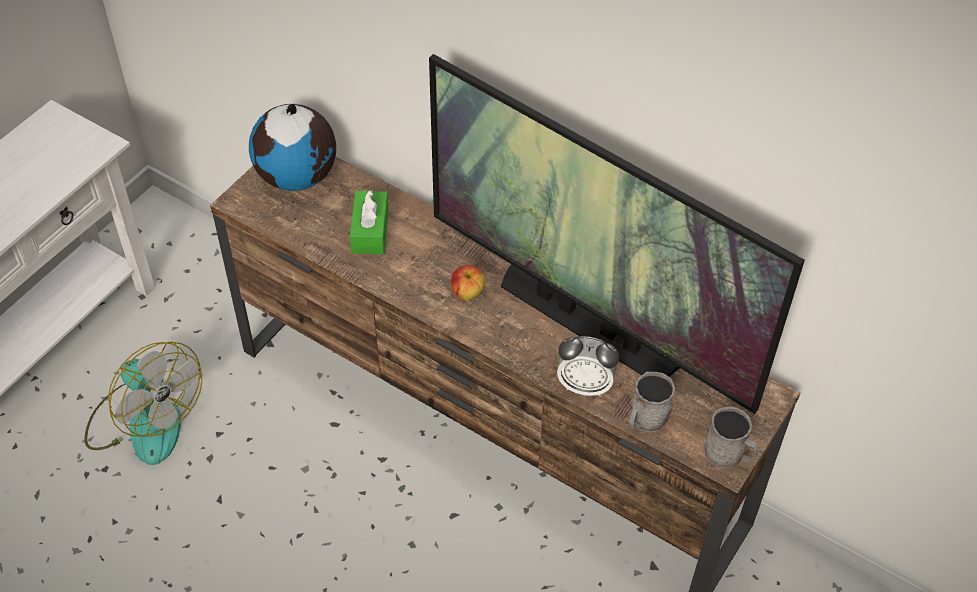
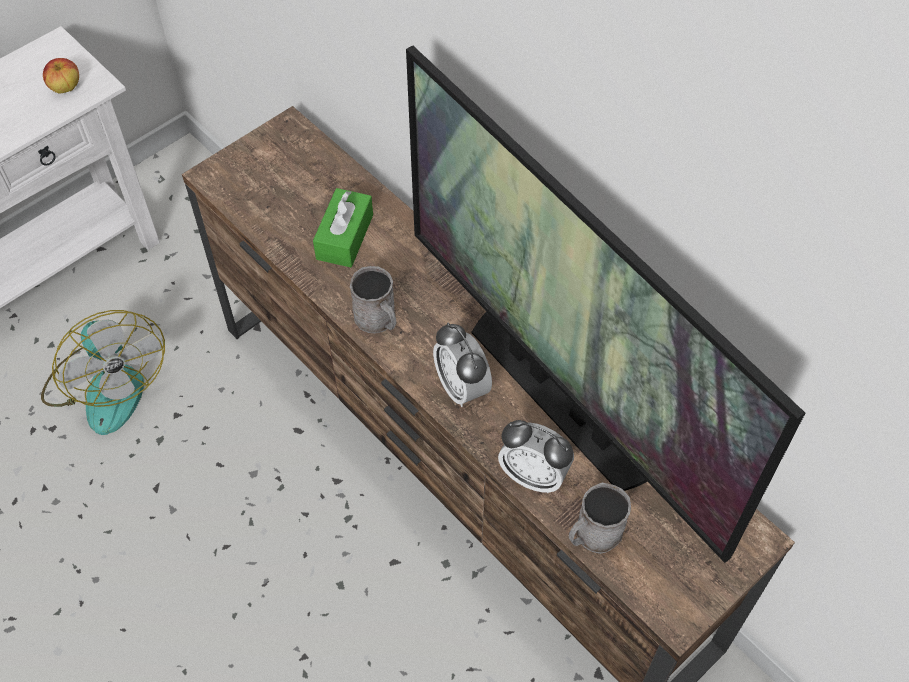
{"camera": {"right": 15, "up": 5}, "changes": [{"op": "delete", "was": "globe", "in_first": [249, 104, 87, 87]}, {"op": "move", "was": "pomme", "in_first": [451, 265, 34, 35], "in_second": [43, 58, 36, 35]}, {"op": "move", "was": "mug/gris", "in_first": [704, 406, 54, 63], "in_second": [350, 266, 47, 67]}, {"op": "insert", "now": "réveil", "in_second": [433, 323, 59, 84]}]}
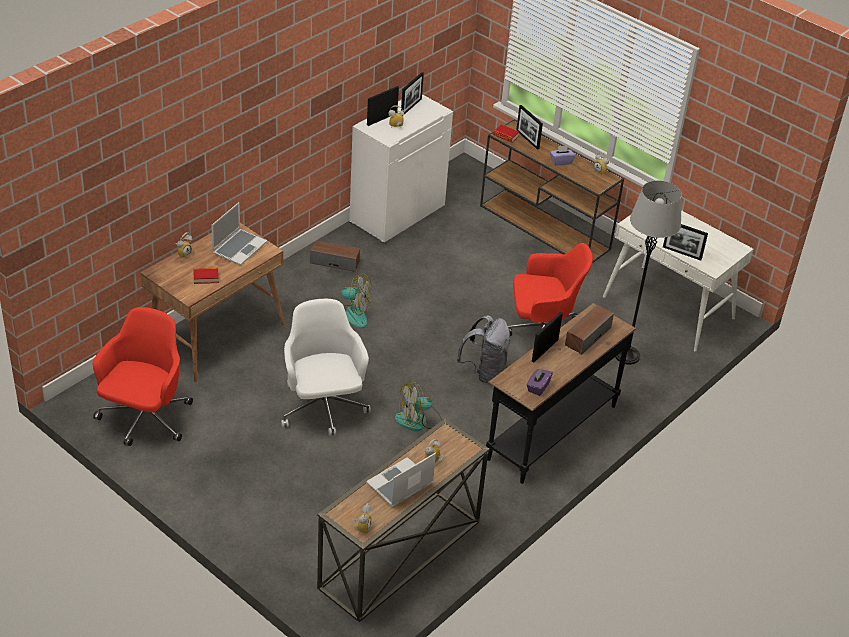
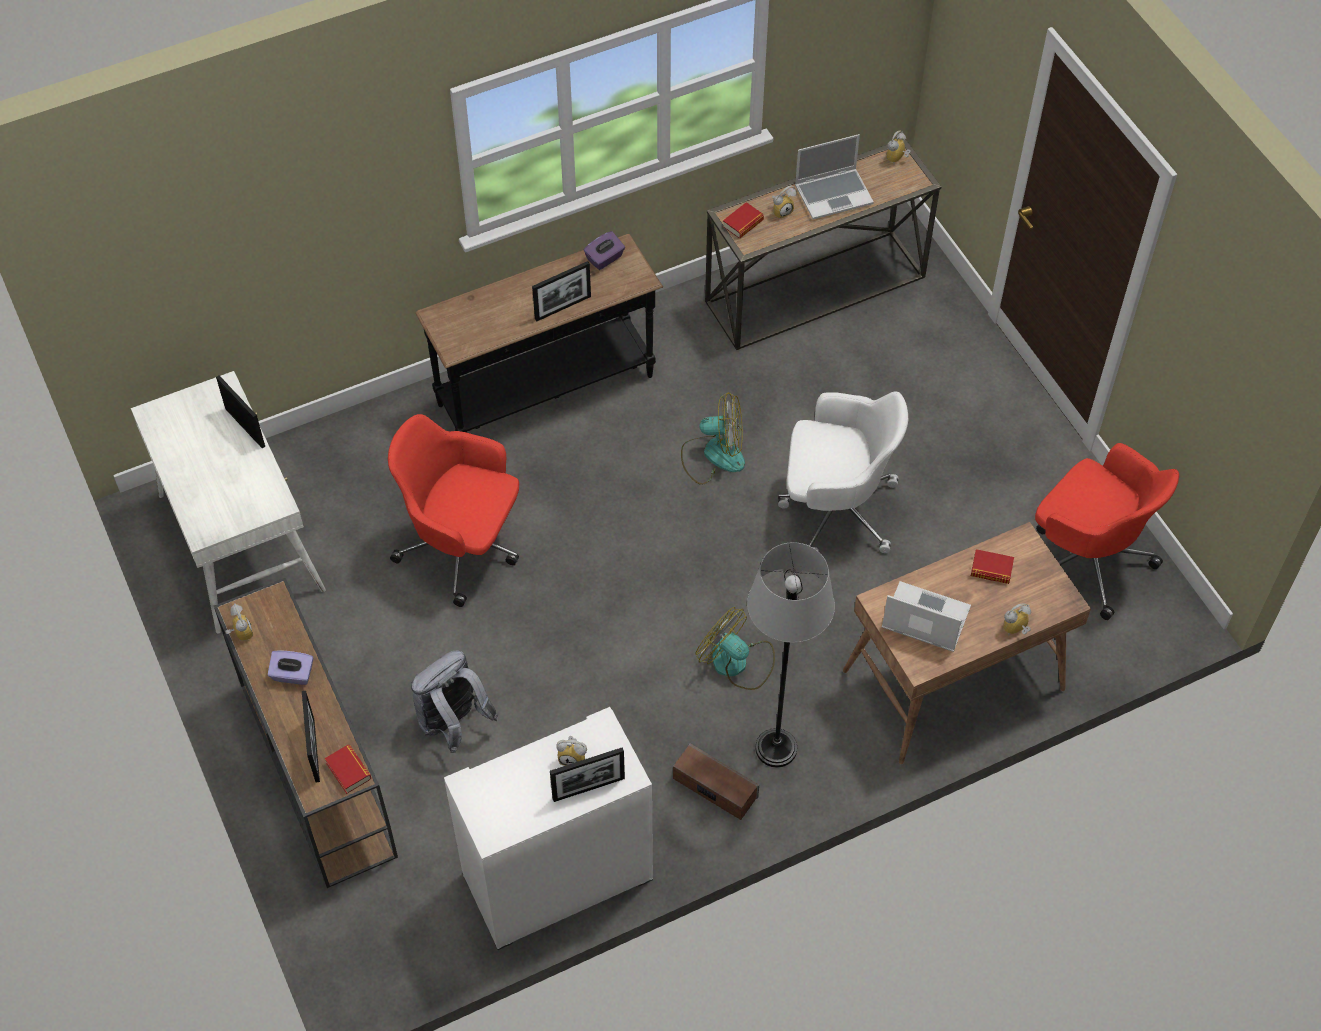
{"camera": {"right": -155, "up": 15}, "changes": [{"op": "delete", "was": "cadre photo", "in_first": [401, 72, 23, 44]}, {"op": "move", "was": "lampadaire/gris", "in_first": [615, 180, 67, 185], "in_second": [747, 542, 88, 226]}, {"op": "rotate", "was": "ordinateur portable", "in_first": [211, 202, 56, 64], "in_second": [882, 581, 89, 71], "clockwise": 60}, {"op": "rotate", "was": "chaise de bureau/blanc", "in_first": [281, 299, 90, 137], "in_second": [778, 391, 130, 162], "clockwise": -90}, {"op": "delete", "was": "enceinte", "in_first": [565, 305, 49, 50]}, {"op": "rotate", "was": "chaise de bureau/rouge", "in_first": [93, 307, 100, 139], "in_second": [1035, 443, 144, 177], "clockwise": -90}, {"op": "move", "was": "sac à dos/gris", "in_first": [456, 315, 55, 68], "in_second": [411, 651, 88, 102]}, {"op": "insert", "now": "livre", "in_second": [723, 202, 41, 36]}]}
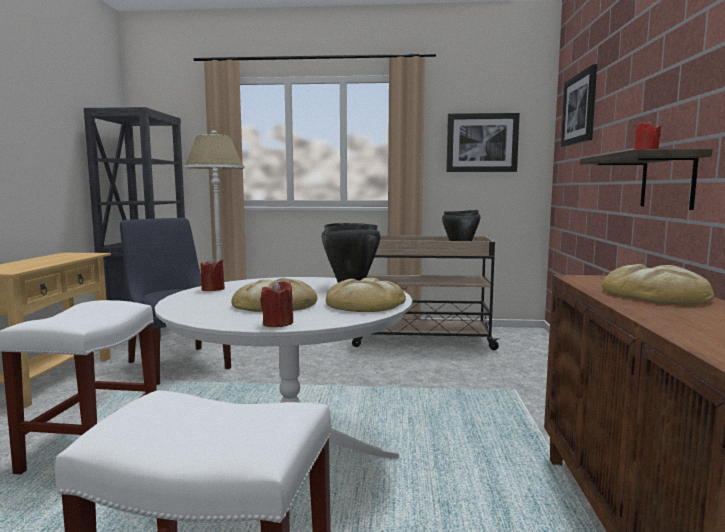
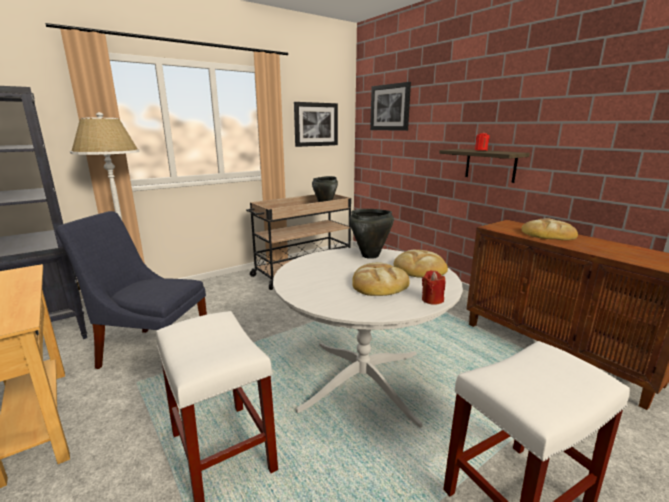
{"camera": {"right": -40, "up": 10}, "changes": [{"op": "delete", "was": "bougie/rouge", "in_first": [201, 257, 24, 34]}]}
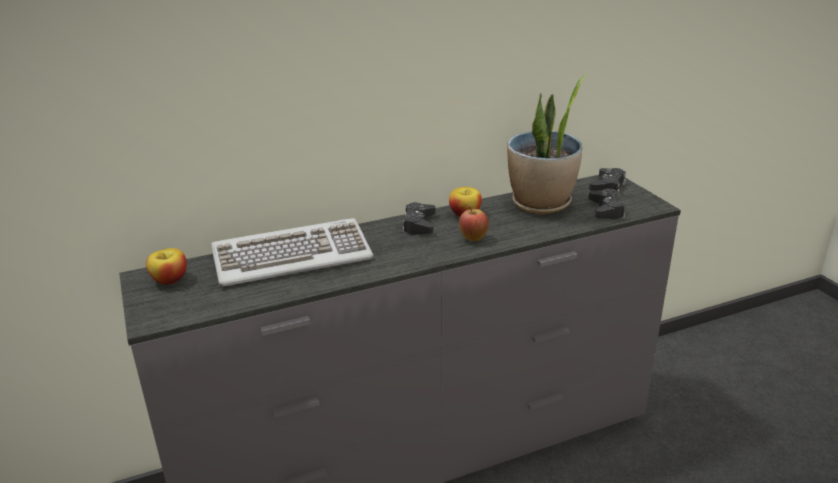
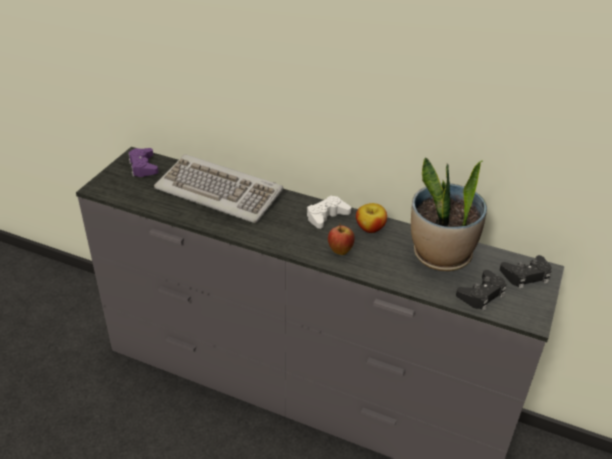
{"camera": {"right": 45, "up": 10}, "changes": [{"op": "recolor", "was": "manette/noir", "now": "manette/blanc", "in_first": [402, 202, 34, 32], "in_second": [307, 196, 44, 33]}, {"op": "replace", "was": "pomme", "now": "manette/violet", "in_first": [146, 248, 41, 37], "in_second": [128, 148, 30, 29]}]}
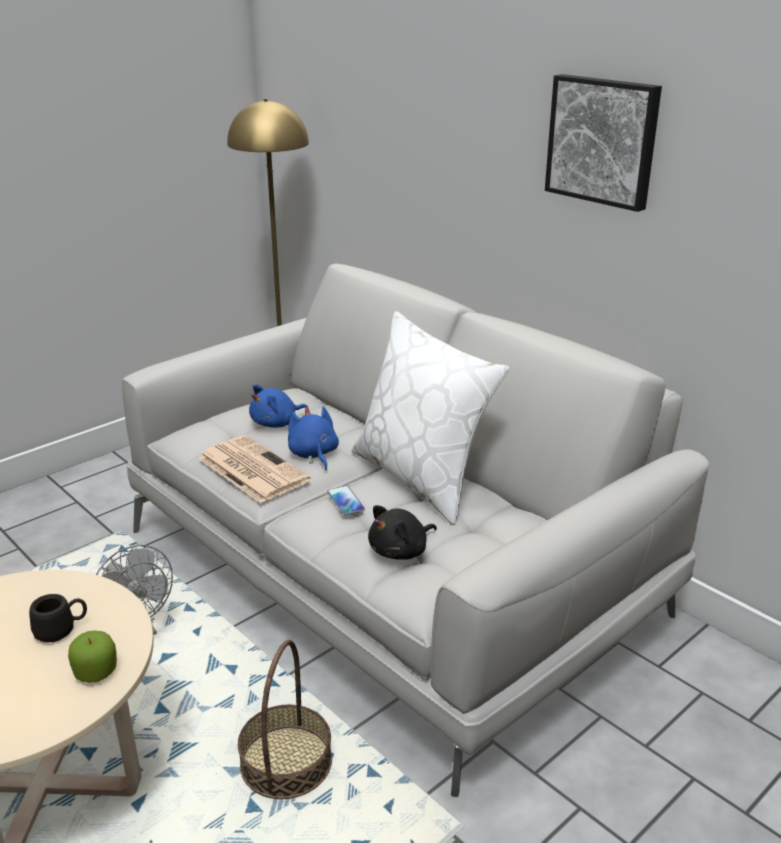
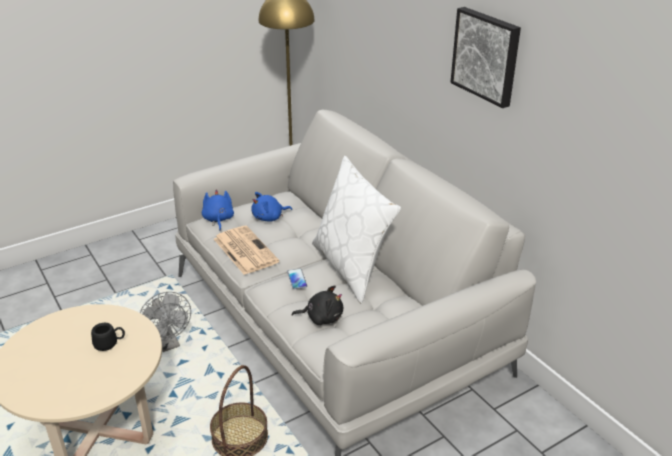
{"camera": {"right": 10, "up": 5}, "changes": [{"op": "move", "was": "peluche/bleu", "in_first": [288, 407, 51, 63], "in_second": [202, 190, 32, 41]}, {"op": "rotate", "was": "peluche/noir", "in_first": [368, 505, 69, 55], "in_second": [292, 285, 51, 40], "clockwise": -150}, {"op": "delete", "was": "pomme", "in_first": [68, 630, 49, 53]}]}
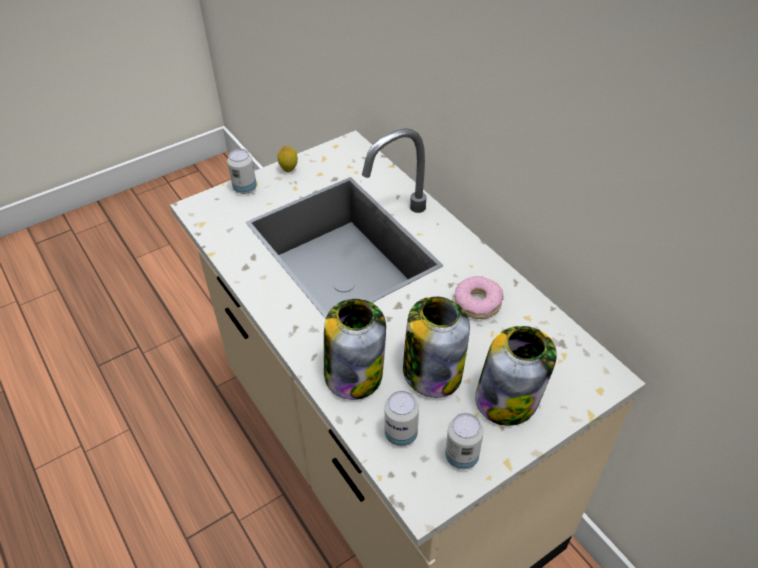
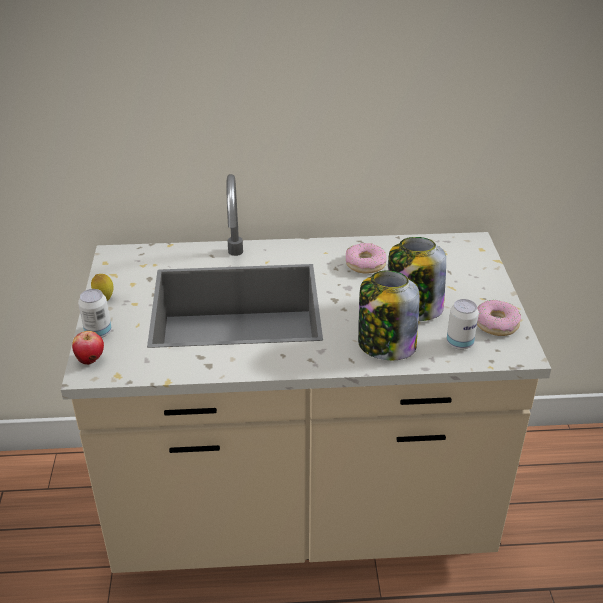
{"camera": {"right": -60, "up": -10}, "changes": [{"op": "delete", "was": "bocal", "in_first": [475, 326, 82, 100]}, {"op": "replace", "was": "boîte métallique", "now": "beignet", "in_first": [445, 413, 39, 56], "in_second": [477, 300, 44, 36]}, {"op": "insert", "now": "pomme", "in_second": [72, 331, 32, 34]}]}
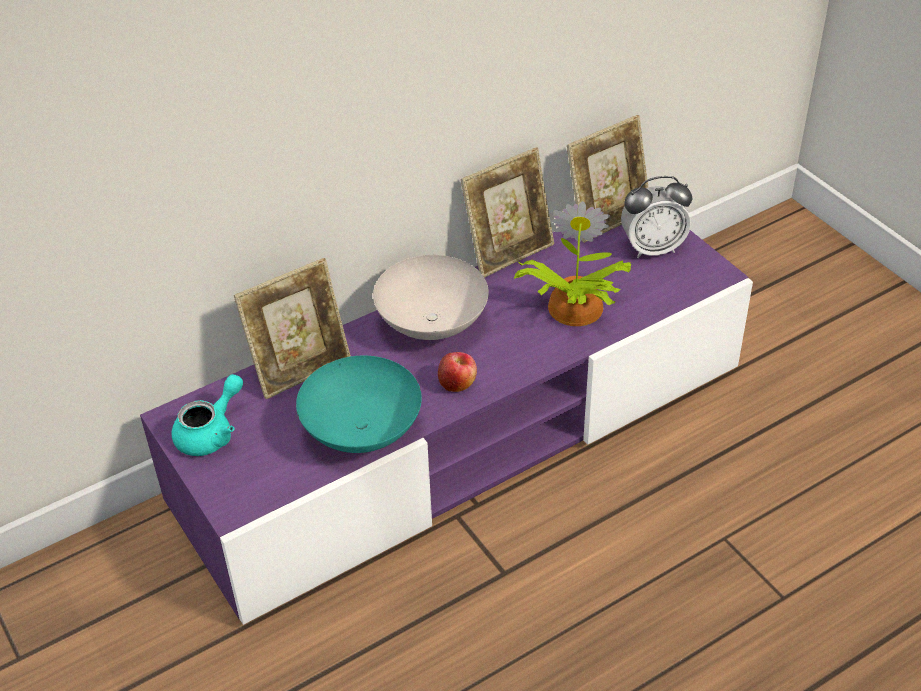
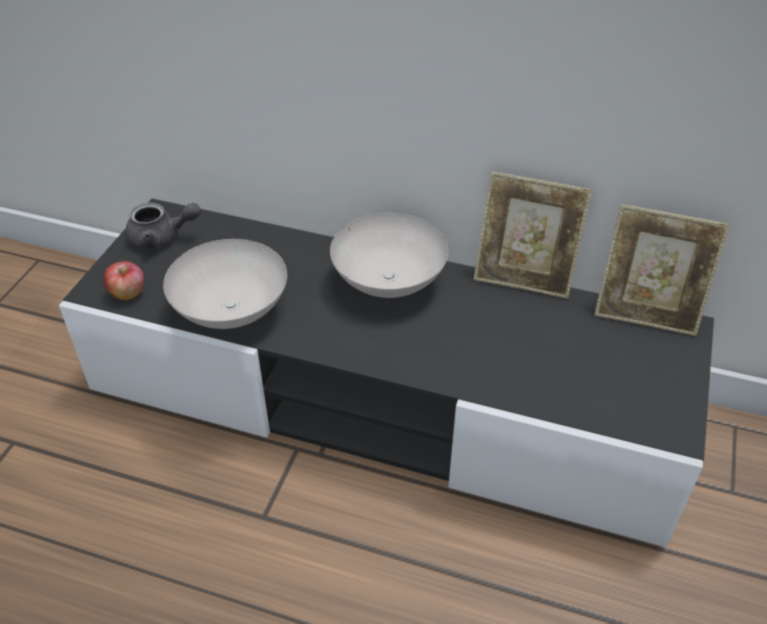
{"camera": {"right": 50, "up": 0}, "changes": [{"op": "delete", "was": "réveil", "in_first": [621, 176, 71, 82]}, {"op": "delete", "was": "plante en pot", "in_first": [514, 201, 117, 125]}, {"op": "recolor", "was": "meuble télé/violet", "now": "meuble télé/noir", "in_first": [140, 225, 613, 400], "in_second": [59, 199, 655, 348]}, {"op": "delete", "was": "cadre photo", "in_first": [234, 258, 117, 141]}, {"op": "move", "was": "pomme", "in_first": [438, 352, 39, 40], "in_second": [103, 261, 41, 39]}, {"op": "recolor", "was": "bol/turquoise", "now": "bol/blanc", "in_first": [296, 356, 126, 97], "in_second": [163, 239, 124, 90]}, {"op": "recolor", "was": "théière/turquoise", "now": "théière/gris", "in_first": [172, 374, 71, 82], "in_second": [125, 202, 76, 48]}]}
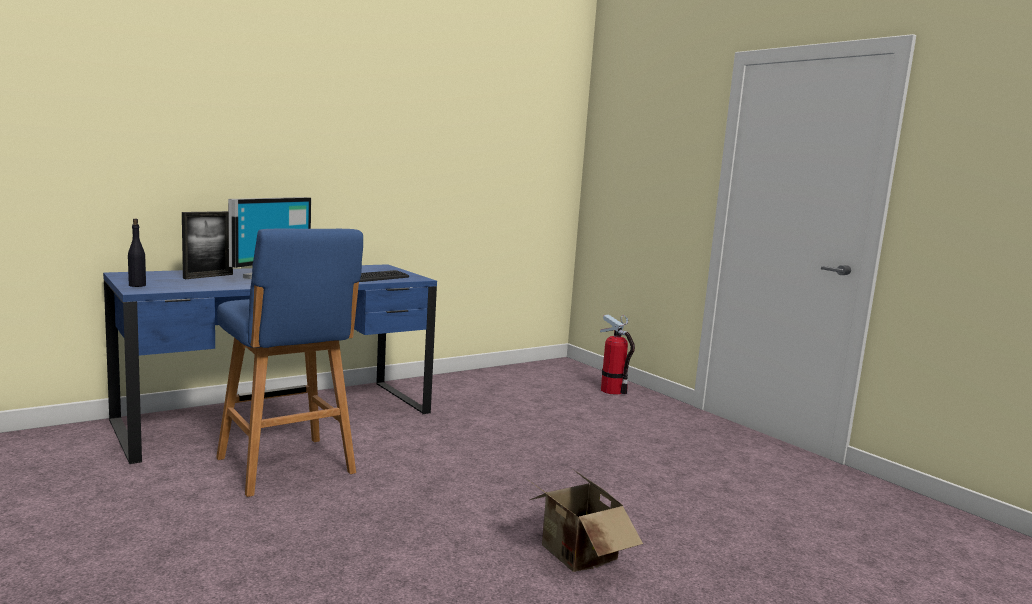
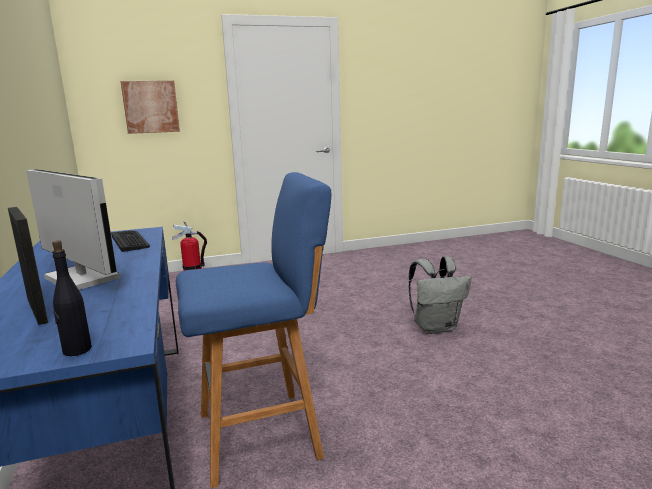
{"camera": {"right": -70, "up": 5}, "changes": [{"op": "replace", "was": "carton", "now": "sac à dos/gris", "in_first": [527, 470, 116, 102], "in_second": [409, 256, 62, 78]}, {"op": "insert", "now": "tableau", "in_second": [121, 81, 59, 53]}]}
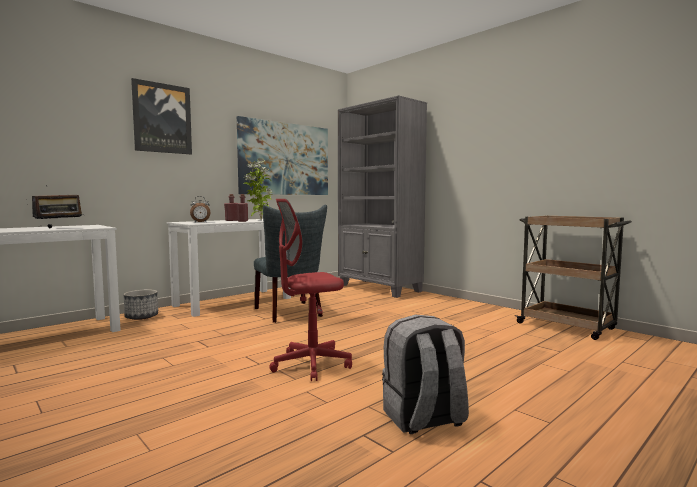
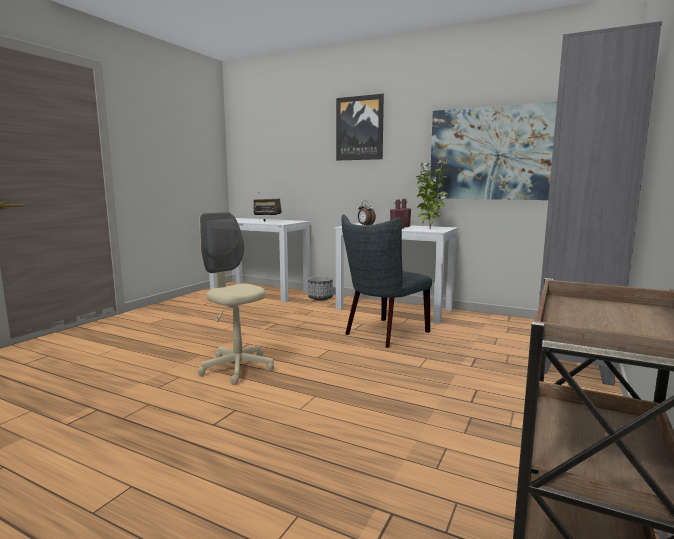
{"camera": {"right": 70, "up": 5}, "changes": [{"op": "recolor", "was": "chaise de bureau/rouge", "now": "chaise de bureau/beige", "in_first": [269, 199, 83, 182], "in_second": [198, 212, 76, 173]}, {"op": "delete", "was": "sac à dos/gris", "in_first": [382, 314, 87, 120]}]}
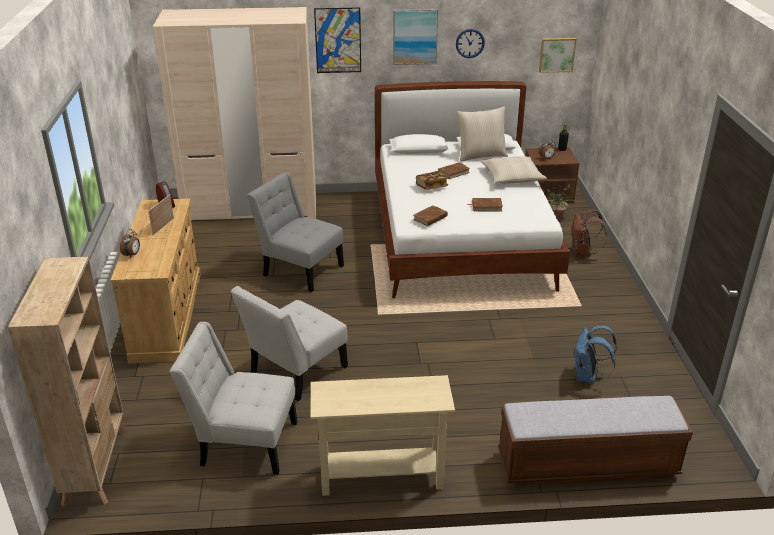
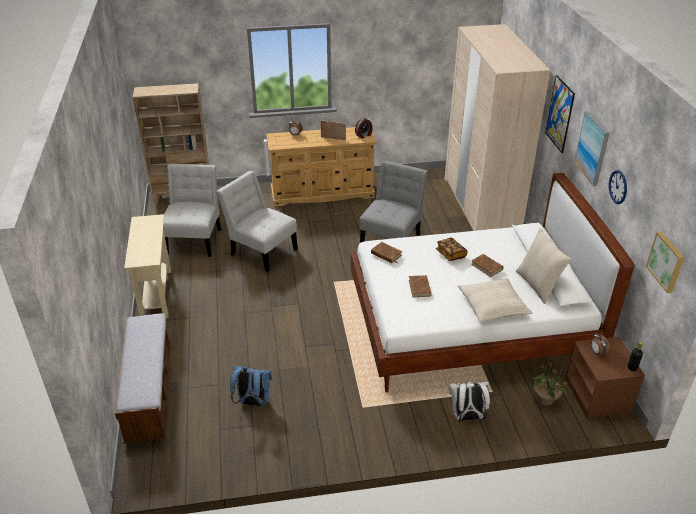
{"camera": {"right": 85, "up": 5}, "changes": [{"op": "recolor", "was": "sac à dos/marron", "now": "sac à dos/blanc", "in_first": [571, 209, 37, 48], "in_second": [449, 381, 41, 41]}]}
